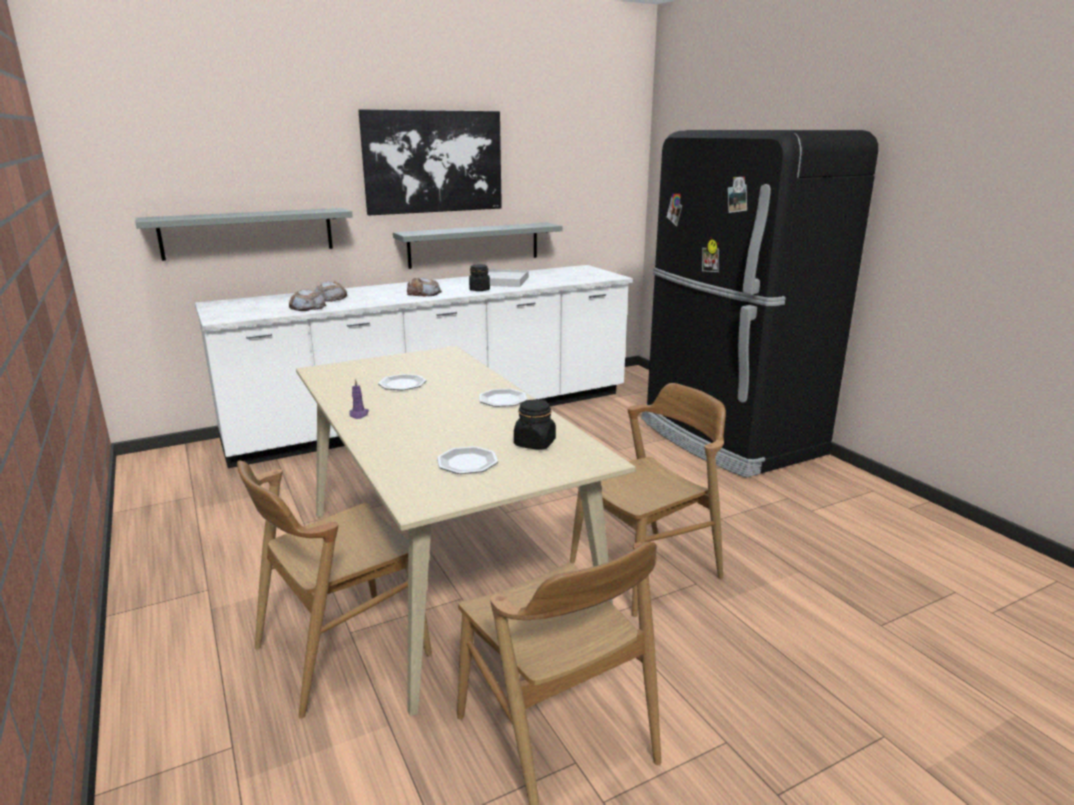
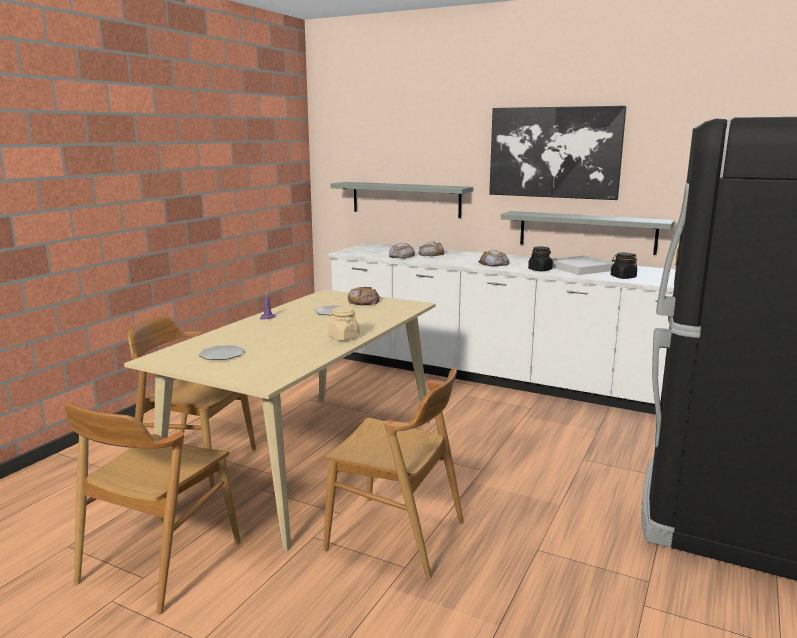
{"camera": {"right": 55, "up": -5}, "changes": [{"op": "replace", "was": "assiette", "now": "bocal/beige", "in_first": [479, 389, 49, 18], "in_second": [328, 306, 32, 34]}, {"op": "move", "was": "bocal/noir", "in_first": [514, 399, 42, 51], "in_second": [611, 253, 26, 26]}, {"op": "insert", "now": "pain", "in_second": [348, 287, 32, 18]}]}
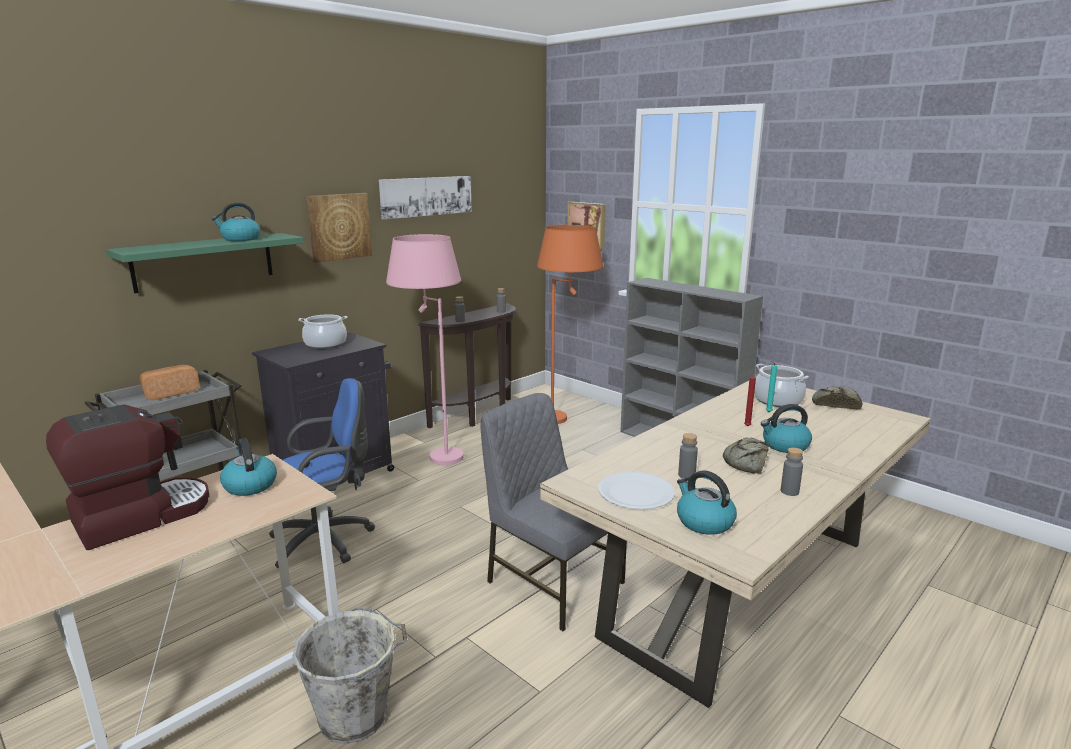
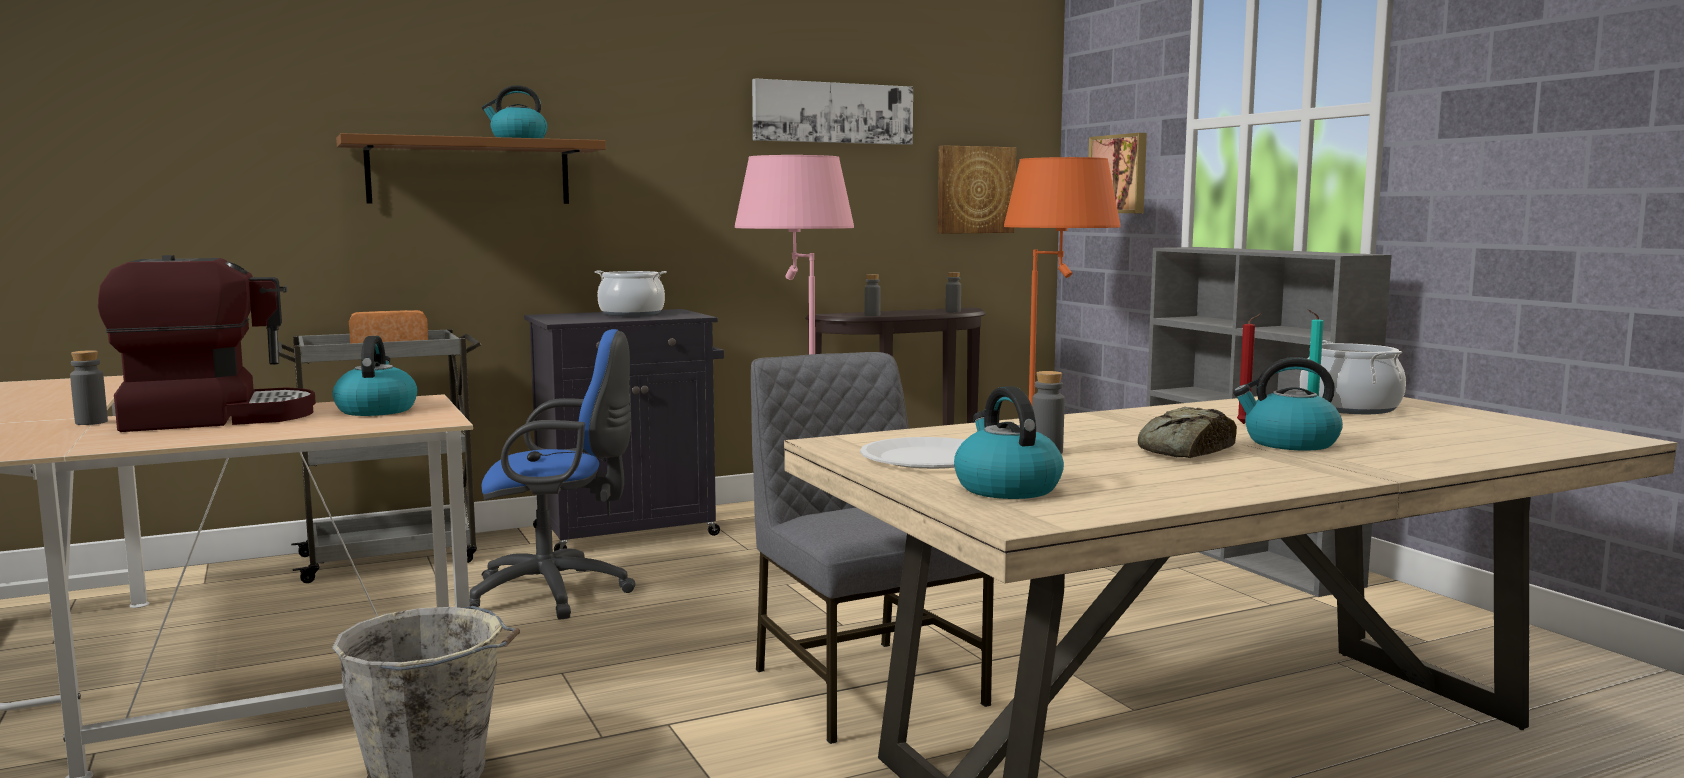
{"camera": {"right": 20, "up": -10}, "changes": [{"op": "move", "was": "tableau", "in_first": [307, 193, 65, 70], "in_second": [938, 145, 78, 89]}, {"op": "recolor", "was": "étagère/vert", "now": "étagère/marron", "in_first": [106, 233, 198, 60], "in_second": [336, 133, 270, 71]}, {"op": "delete", "was": "pain", "in_first": [812, 386, 51, 23]}, {"op": "move", "was": "bouteille/gris", "in_first": [781, 448, 22, 48], "in_second": [70, 350, 38, 75]}]}
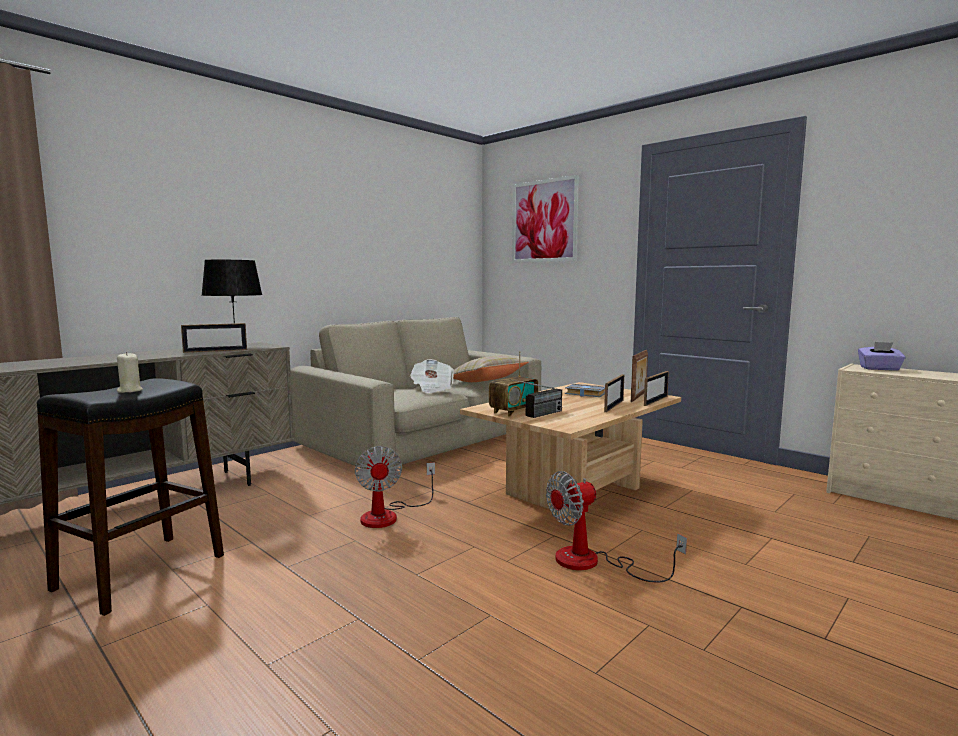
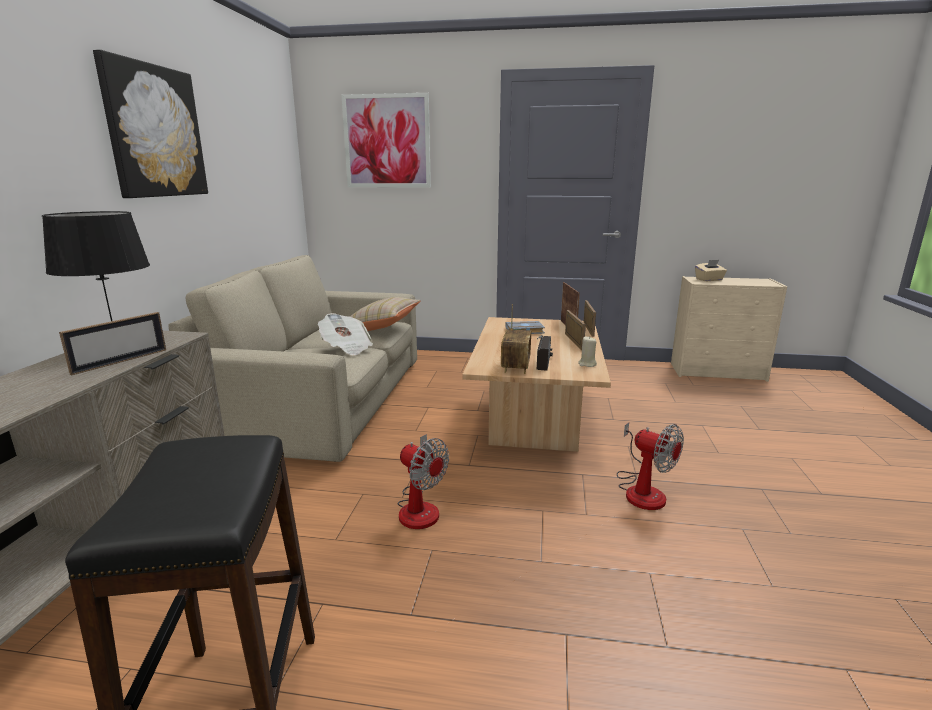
{"camera": {"right": -35, "up": 10}, "changes": [{"op": "recolor", "was": "boîte à mouchoirs/violet", "now": "boîte à mouchoirs/beige", "in_first": [858, 342, 48, 29], "in_second": [695, 260, 32, 21]}, {"op": "move", "was": "bougie/beige", "in_first": [117, 352, 26, 41], "in_second": [578, 336, 19, 31]}, {"op": "rotate", "was": "ventilateur", "in_first": [546, 471, 141, 112], "in_second": [617, 422, 67, 88], "clockwise": -75}, {"op": "insert", "now": "tableau", "in_second": [93, 50, 115, 148]}]}
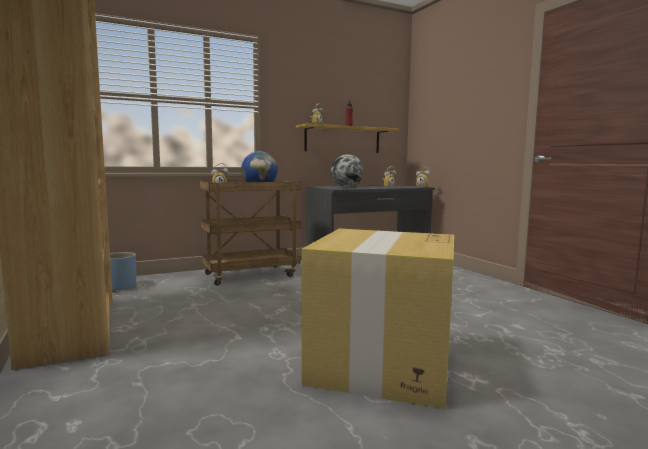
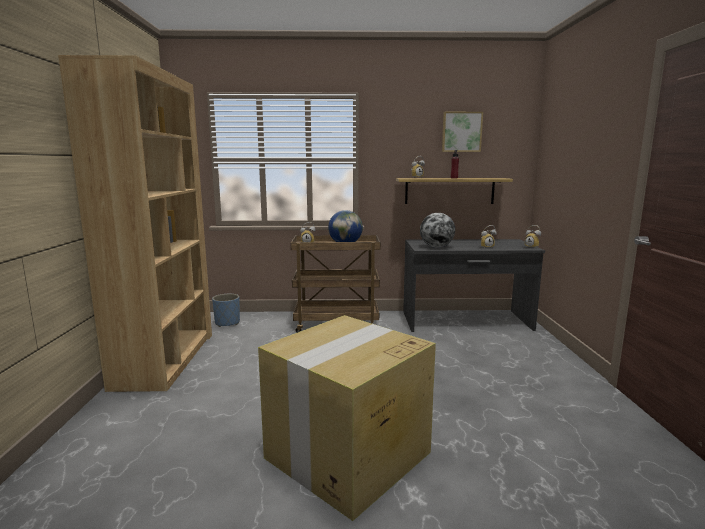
{"camera": {"right": 25, "up": 5}, "changes": [{"op": "insert", "now": "tableau", "in_second": [442, 112, 41, 40]}]}
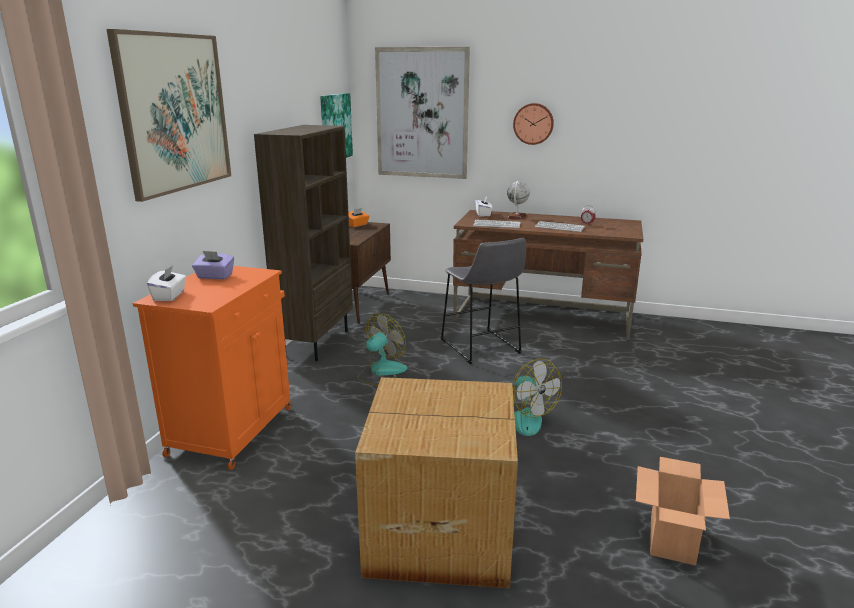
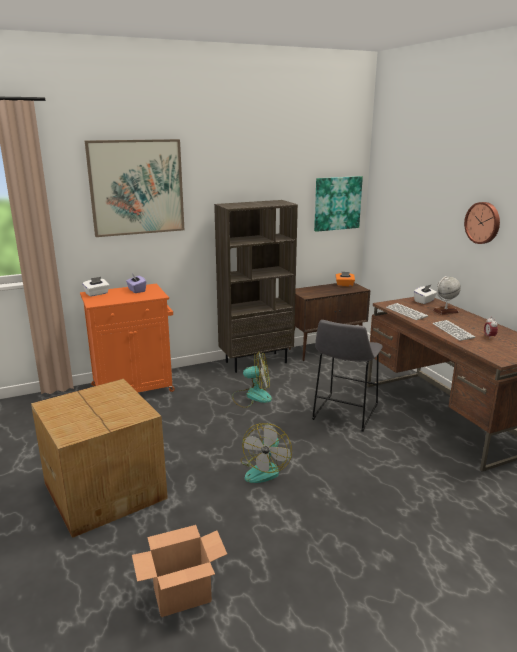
{"camera": {"right": 50, "up": 0}, "changes": [{"op": "delete", "was": "tableau", "in_first": [375, 47, 95, 132]}]}
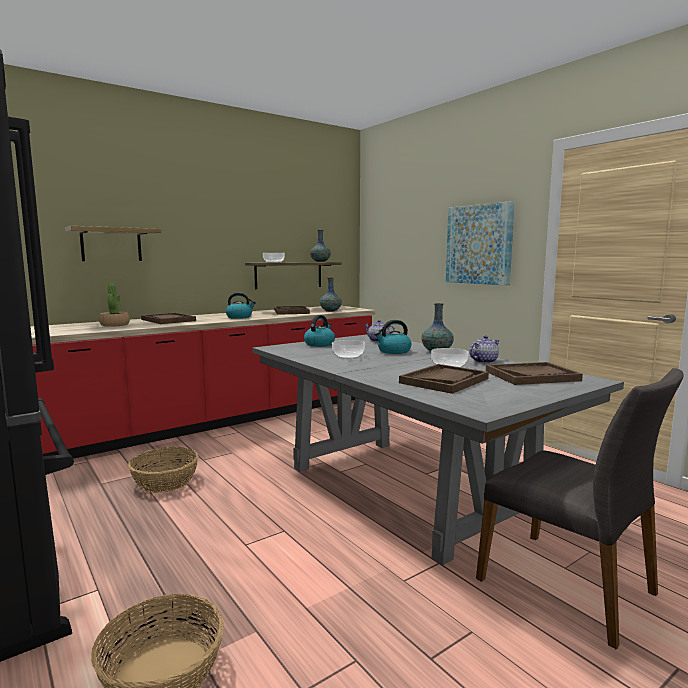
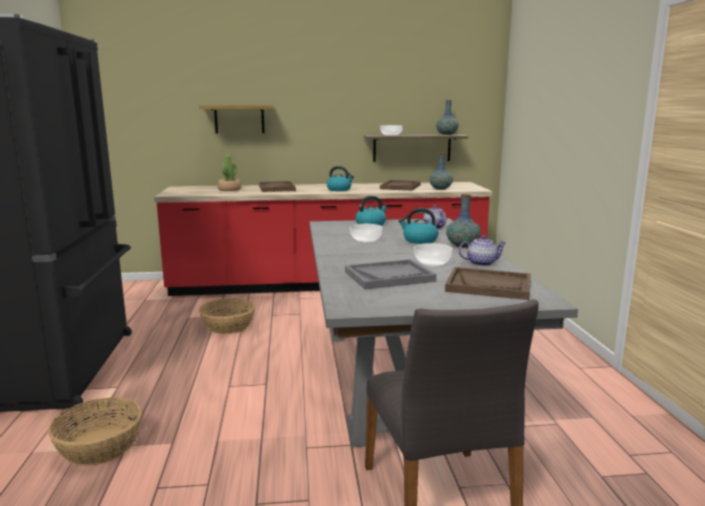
{"camera": {"right": 30, "up": 5}, "changes": [{"op": "delete", "was": "tableau", "in_first": [446, 201, 69, 84]}, {"op": "recolor", "was": "plateau/marron", "now": "plateau/gris", "in_first": [399, 364, 90, 30], "in_second": [345, 259, 91, 31]}]}
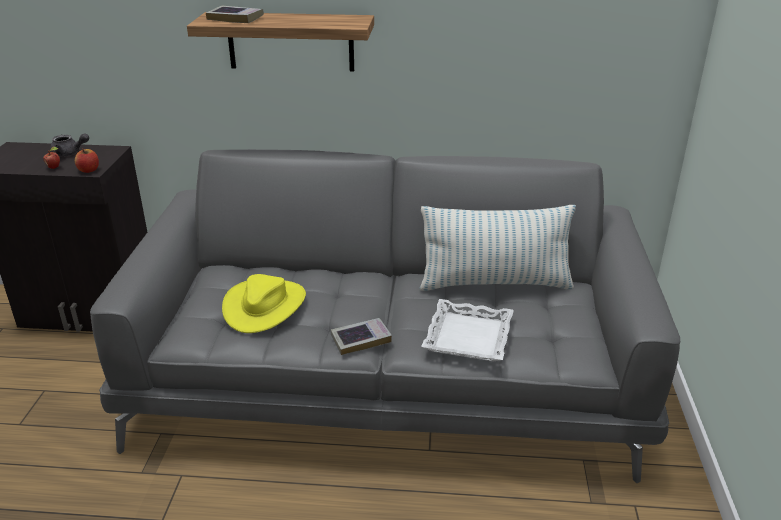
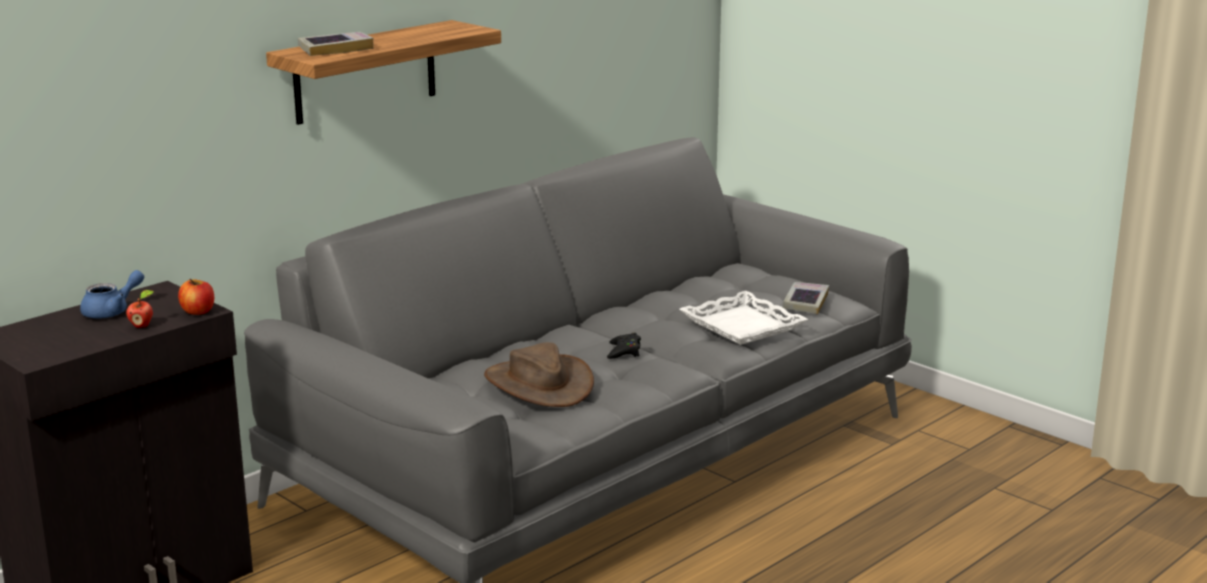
{"camera": {"right": -50, "up": -10}, "changes": [{"op": "recolor", "was": "théière/gris", "now": "théière/bleu", "in_first": [50, 133, 39, 24], "in_second": [80, 270, 64, 49]}, {"op": "delete", "was": "coussin", "in_first": [420, 205, 156, 86]}, {"op": "recolor", "was": "chapeau/jaune", "now": "chapeau/marron", "in_first": [222, 274, 84, 59], "in_second": [484, 342, 110, 65]}, {"op": "move", "was": "livre", "in_first": [331, 318, 61, 37], "in_second": [782, 282, 47, 33]}, {"op": "insert", "now": "manette/noir", "in_second": [607, 333, 34, 26]}]}
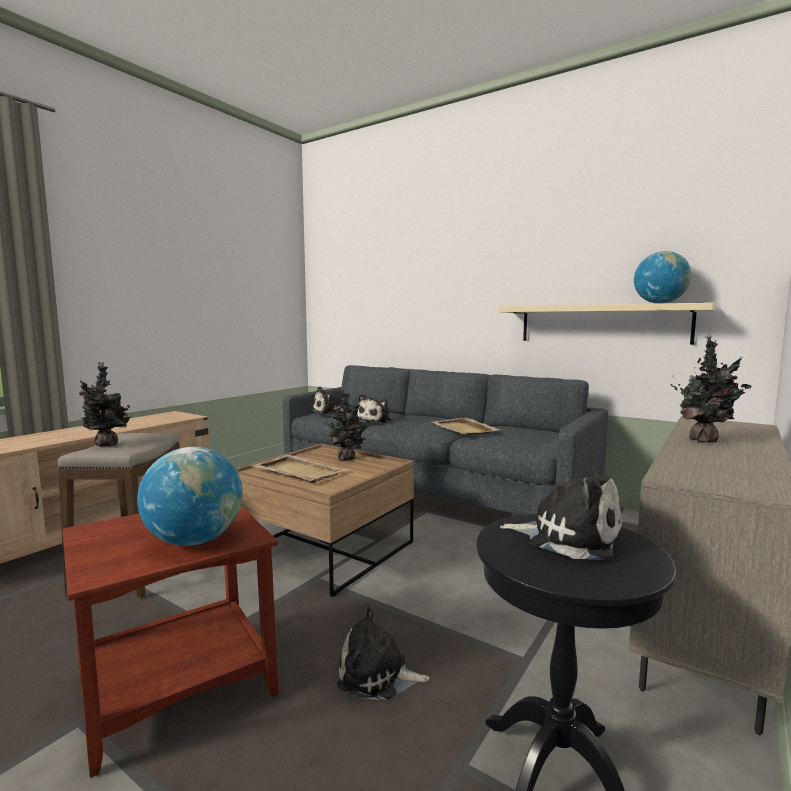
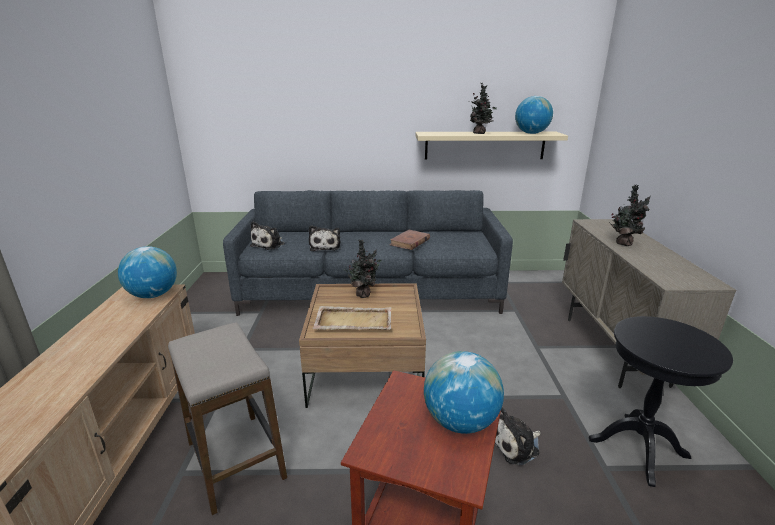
{"camera": {"right": -35, "up": 15}, "changes": [{"op": "move", "was": "plante en pot", "in_first": [79, 362, 53, 84], "in_second": [470, 83, 27, 51]}, {"op": "replace", "was": "plateau/beige", "now": "livre/marron", "in_first": [432, 417, 68, 18], "in_second": [389, 230, 41, 20]}, {"op": "delete", "was": "peluche", "in_first": [500, 467, 122, 93]}, {"op": "insert", "now": "globe", "in_second": [118, 246, 59, 52]}]}
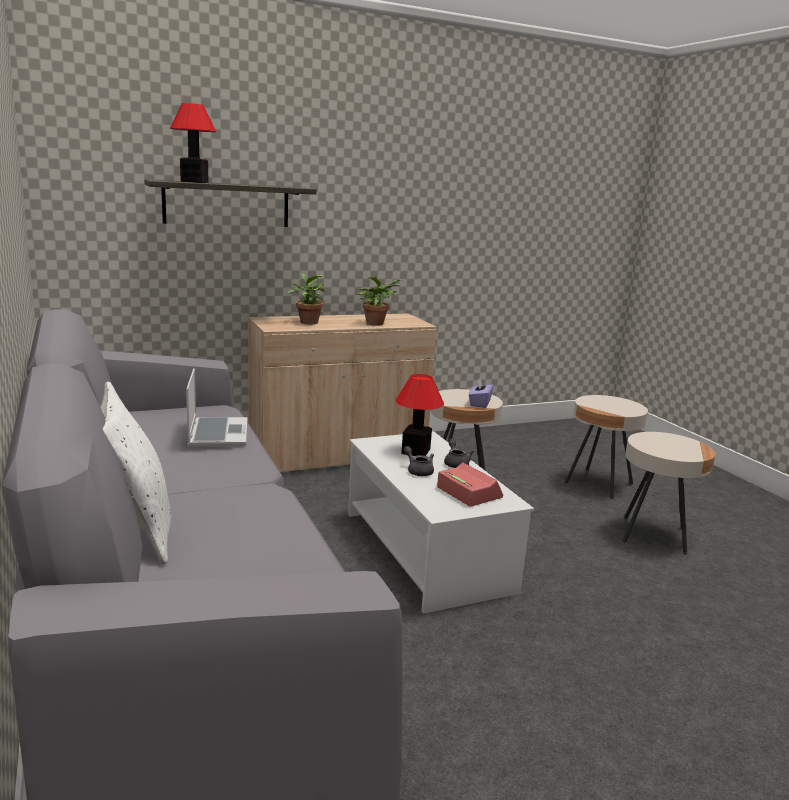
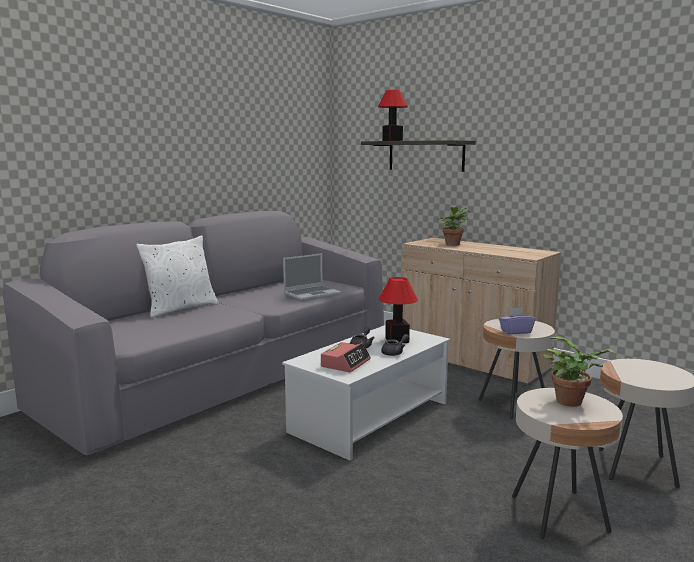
{"camera": {"right": 65, "up": -5}, "changes": [{"op": "move", "was": "plante en pot", "in_first": [358, 277, 44, 49], "in_second": [543, 336, 72, 71]}]}
